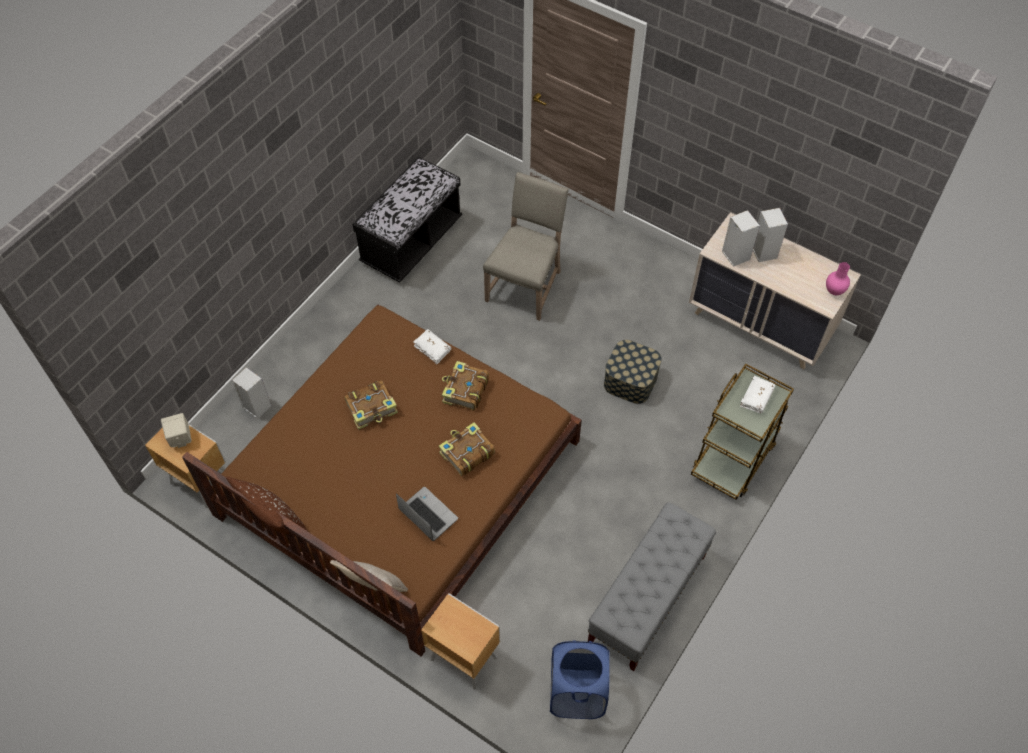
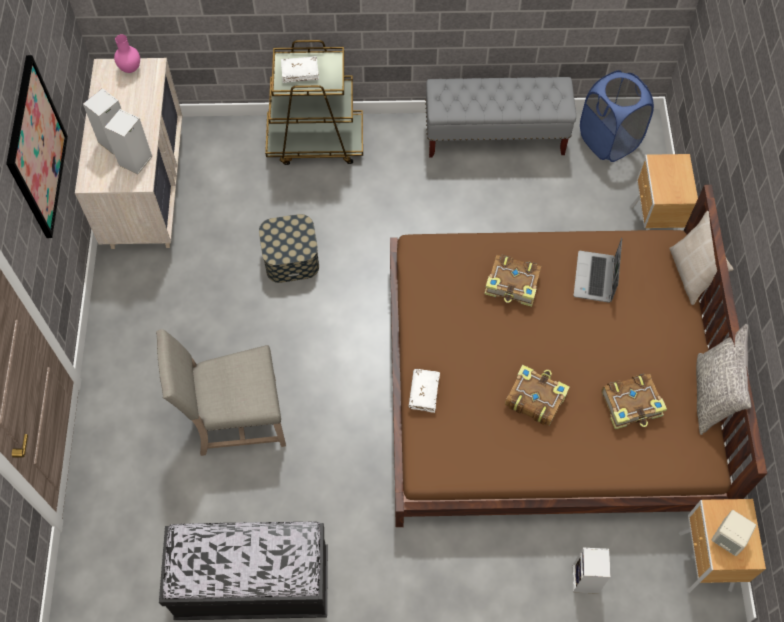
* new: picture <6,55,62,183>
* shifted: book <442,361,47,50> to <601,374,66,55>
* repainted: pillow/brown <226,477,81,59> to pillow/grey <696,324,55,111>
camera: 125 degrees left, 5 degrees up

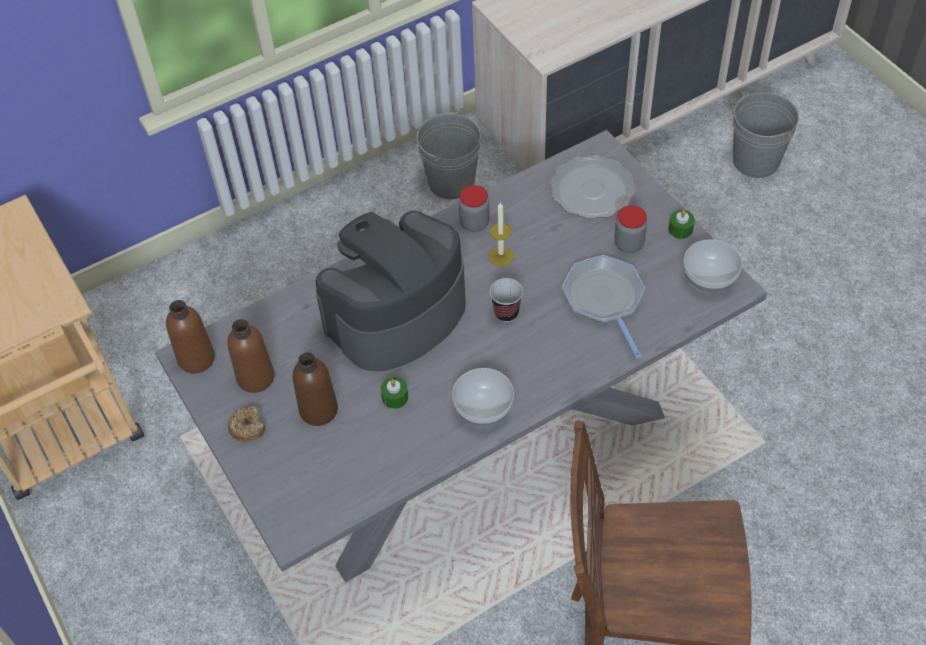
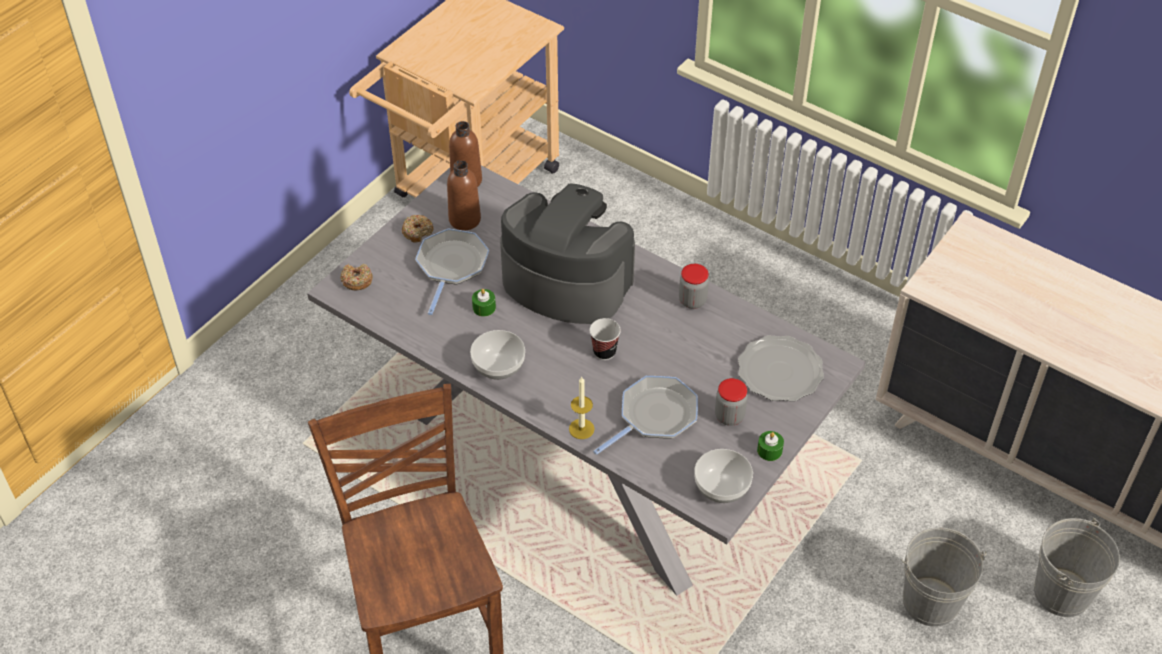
* new: donut <341,264,32,26>
* shifted: bucket/grey <416,109,65,90> to <901,527,86,100>
* shifted: candle <488,202,26,65> to <569,377,26,62>
* swapped: bottle/brown <293,352,45,74> to frying pan <415,228,74,87>
camera: 65 degrees right, 5 degrees down

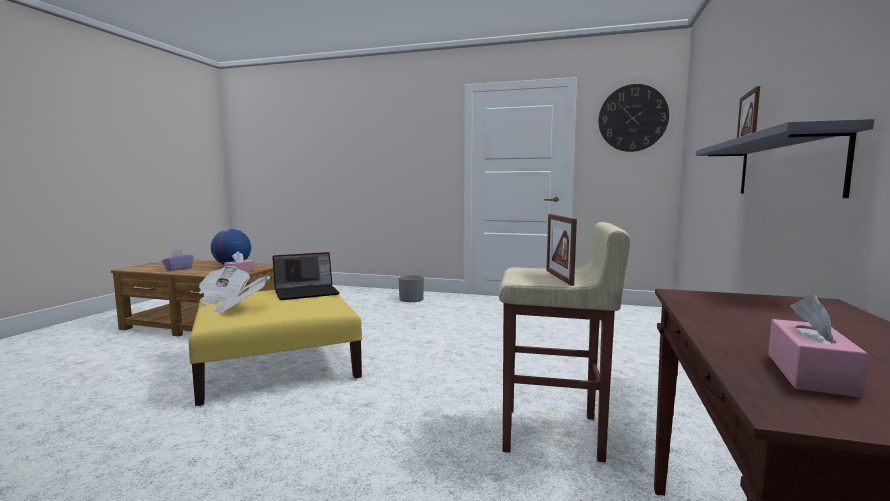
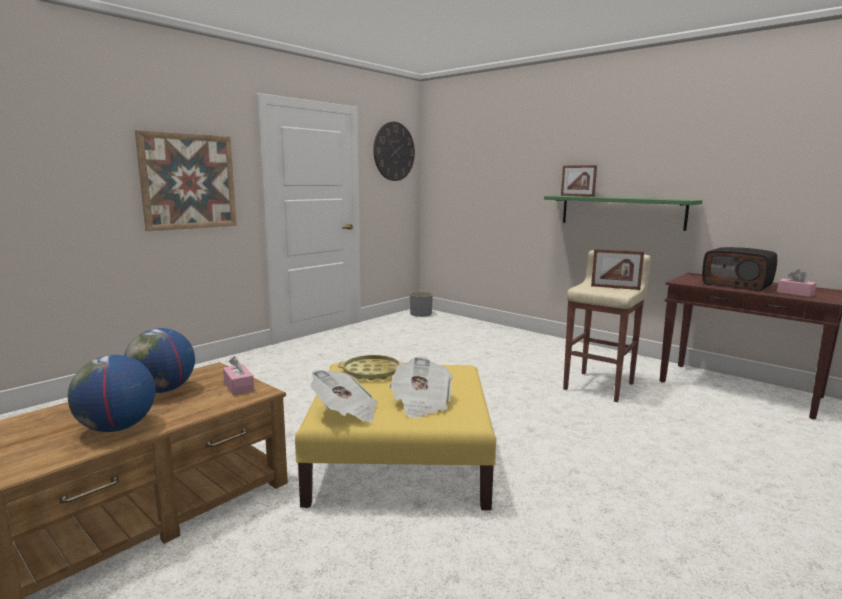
* new: picture <135,130,102,101>
* new: radio <702,247,75,45>
* shifted: planter/grey <399,275,25,27> to <410,292,23,25>
* swapped: tissue box/purple <162,249,32,22> to globe <67,355,89,77>
* swapped: laptop <272,252,68,48> to tray/yellow <338,355,67,25>
* repainted: shelf/grey <696,119,178,79> to shelf/green <544,196,159,35>
camera: 65 degrees left, 5 degrees up

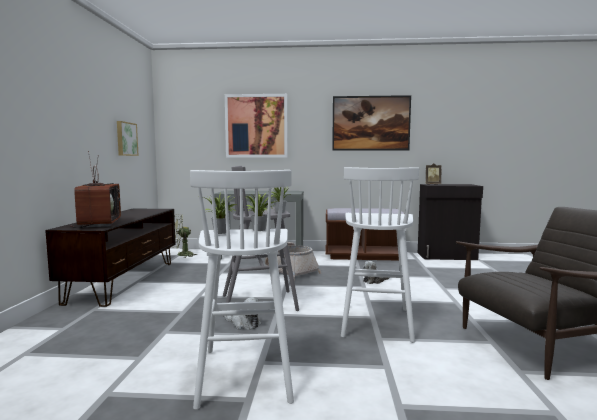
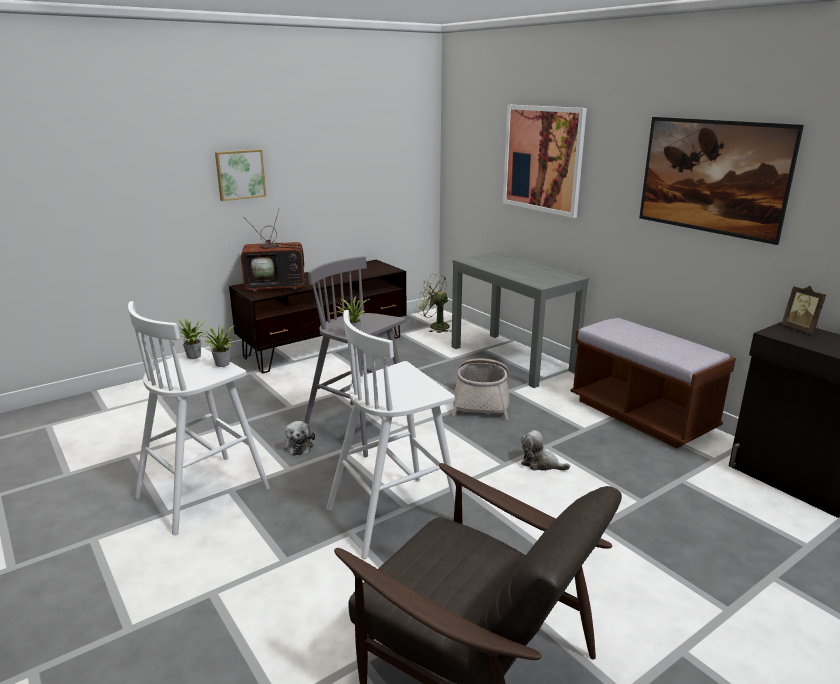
* shifted: picture <117,121,22,35> to <215,149,51,52>
* rotated: television <70,151,51,77> = <241,208,76,84> 45 degrees clockwise
camera: 50 degrees right, 15 degrees up

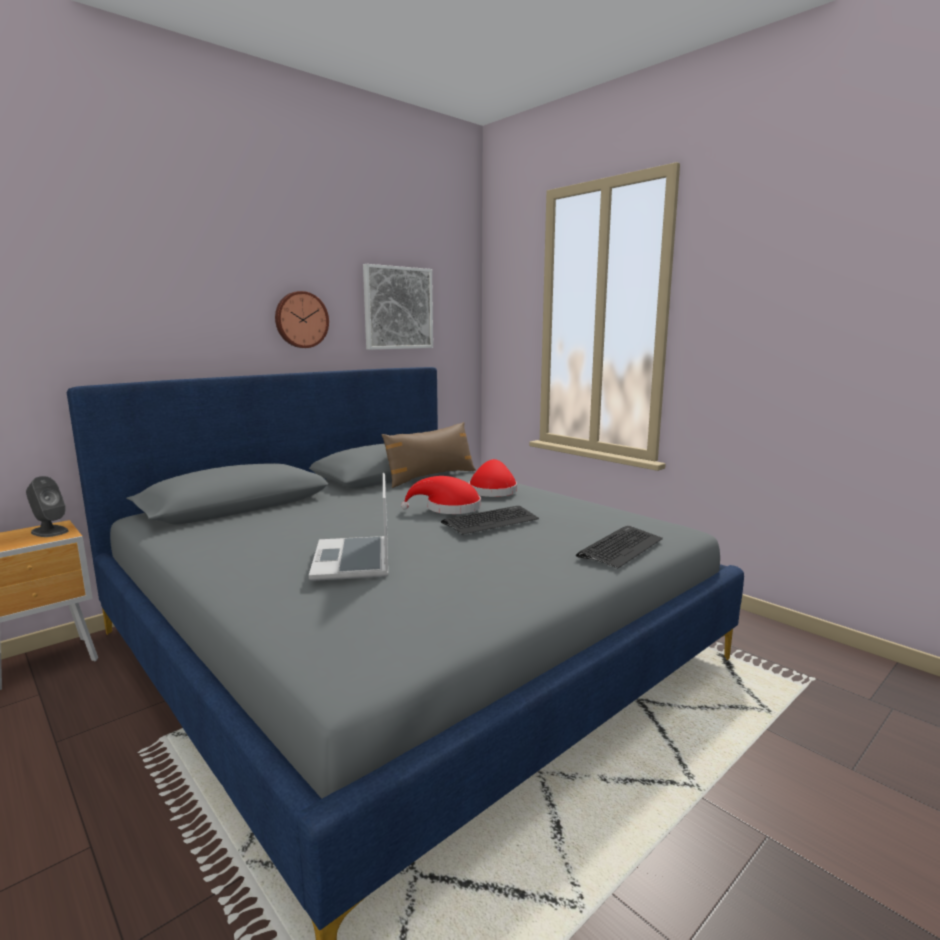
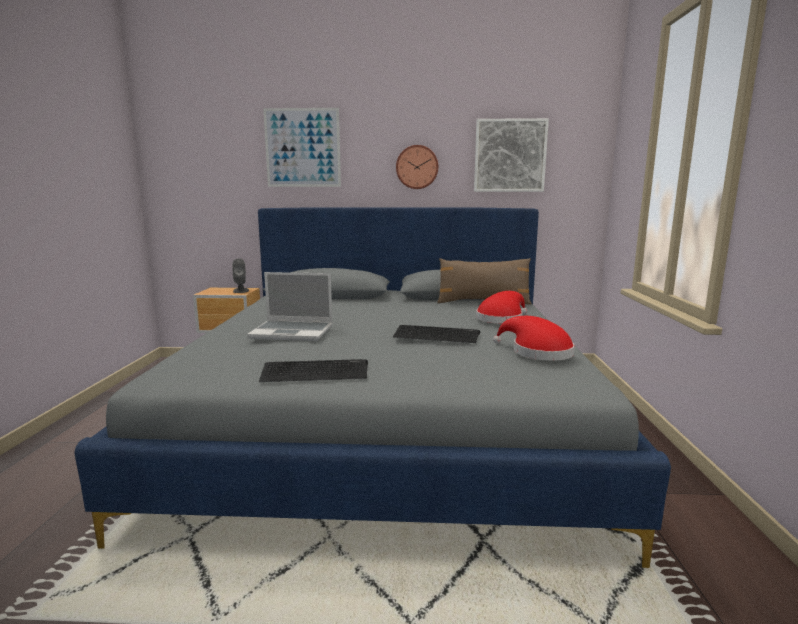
* new: picture <263,108,78,79>
* shifted: hat/red <401,476,80,38> to <493,316,82,45>
* shifted: keyboard <576,526,87,42> to <259,359,109,23>
* rotated: laptop <309,473,79,108> = <247,272,86,69> 120 degrees counterclockwise
camera: 45 degrees right, 0 degrees up

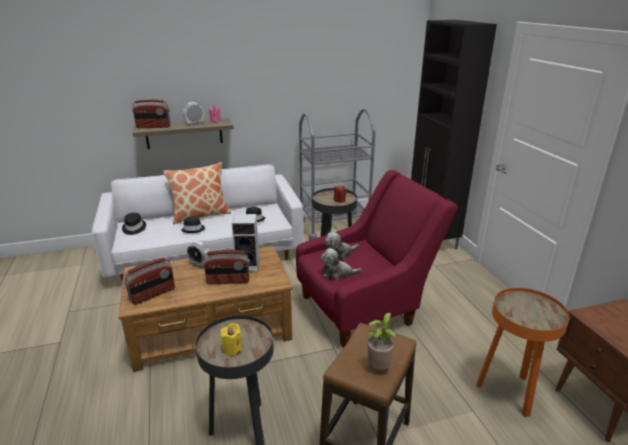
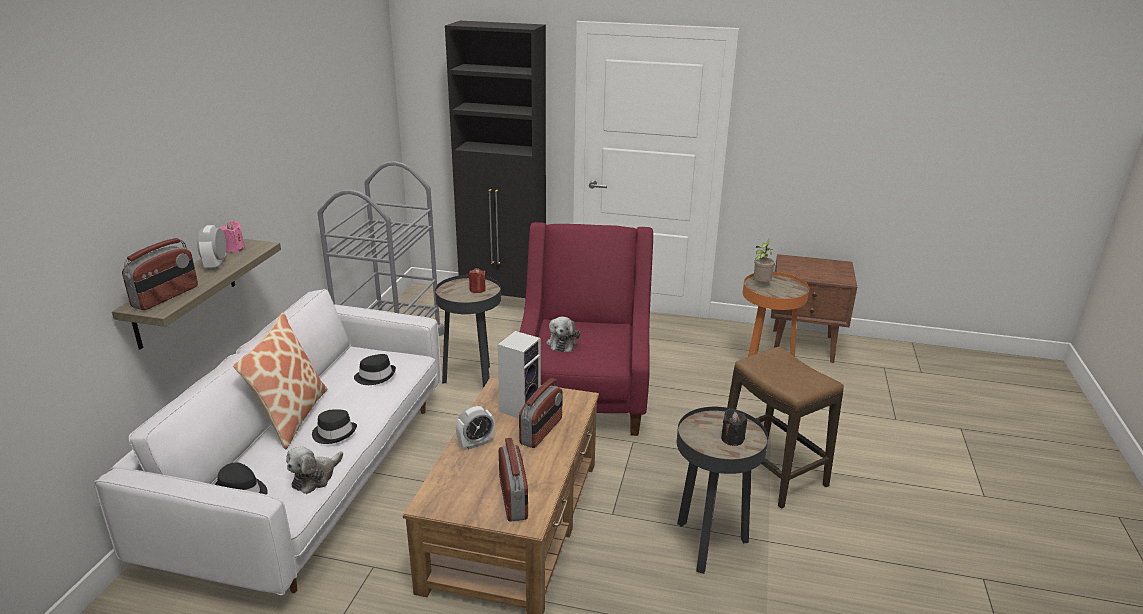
* shifted: plush toy <320,248,42,32> to <286,447,57,47>
* shifted: potted plant <367,313,30,57> to <753,239,22,43>
* repainted: candle/yellow <221,323,21,33> to candle/black <721,408,26,38>
camera: 60 degrees left, 0 degrees up

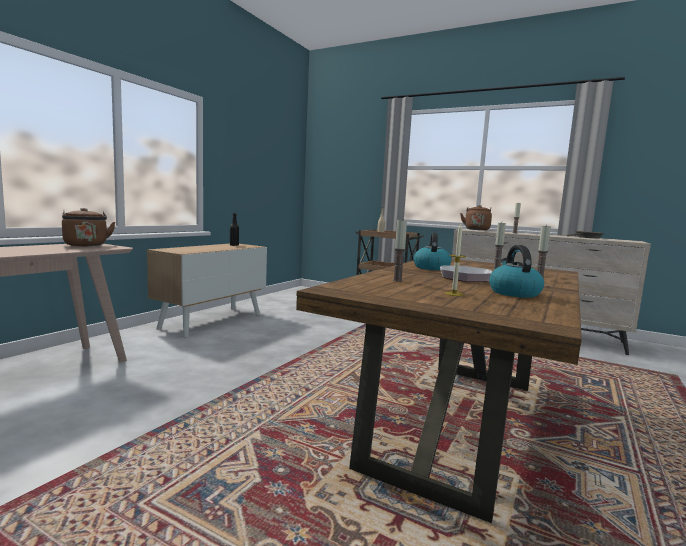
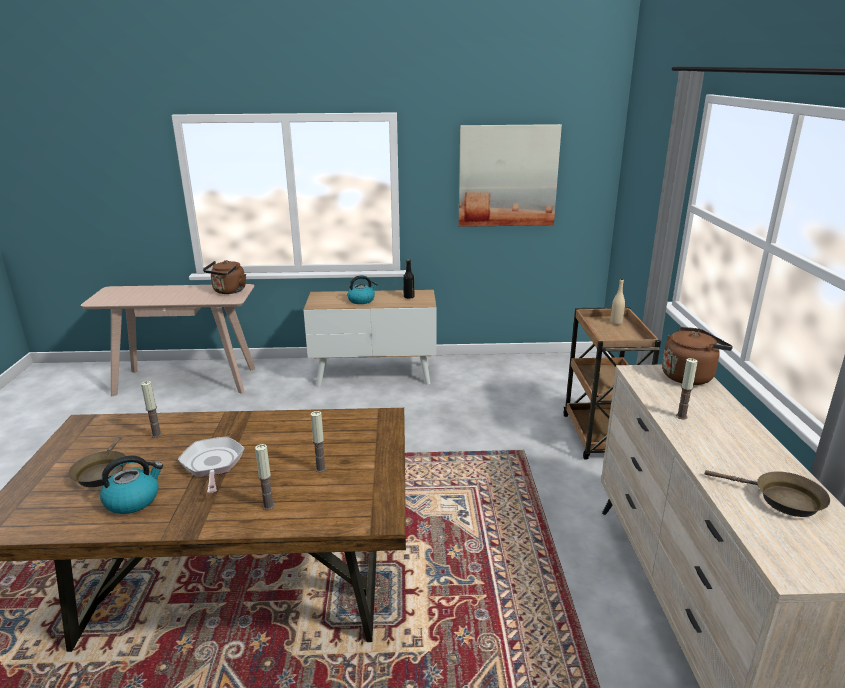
* new: picture <458,124,104,103>
* shifted: kettle <413,233,39,37> to <347,275,31,29>
* swapped: candle <444,224,22,72> to frying pan/brown <68,435,58,52>
camera: 60 degrees right, 15 degrees up

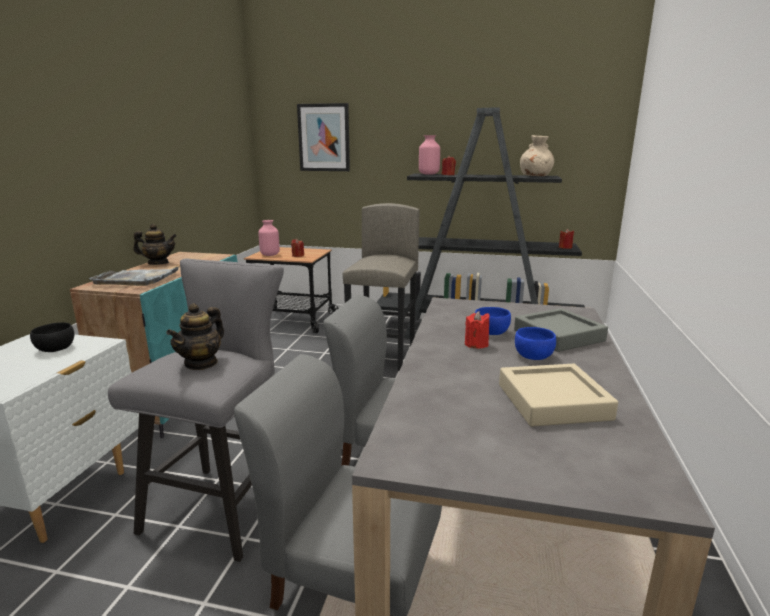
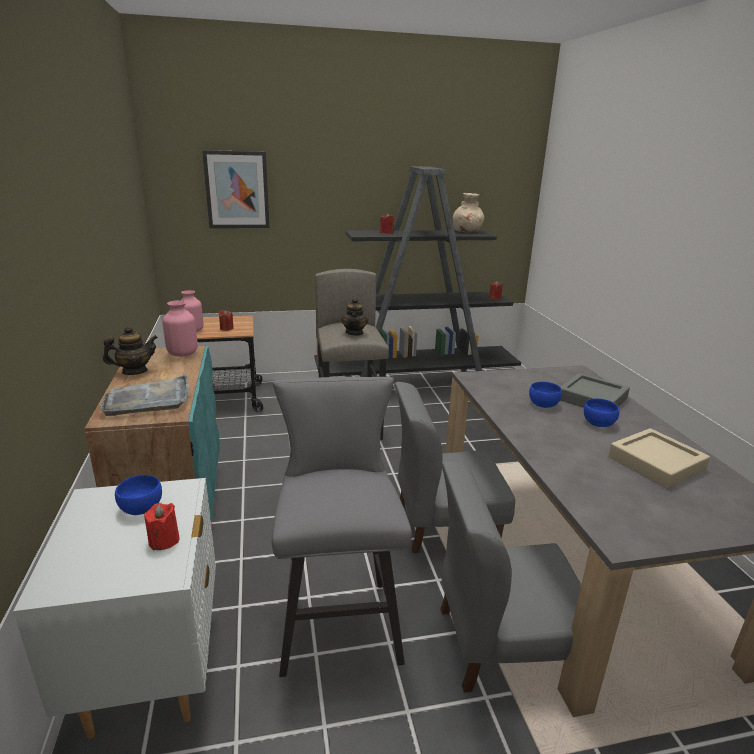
* shifted: teapot <166,303,58,67> to <341,298,27,38>
* shifted: vase/pink <419,135,21,40> to <163,300,35,57>
* shifted: candle/red <465,311,25,38> to <144,503,36,48>
* repainted: bowl/black <30,322,44,30> to bowl/blue <115,475,47,40>
camera: 25 degrees left, 5 degrees up

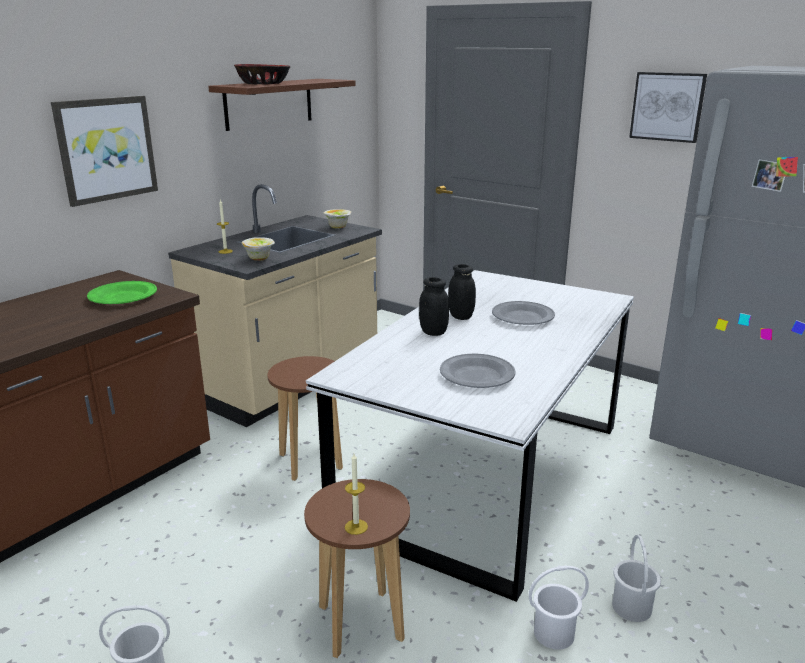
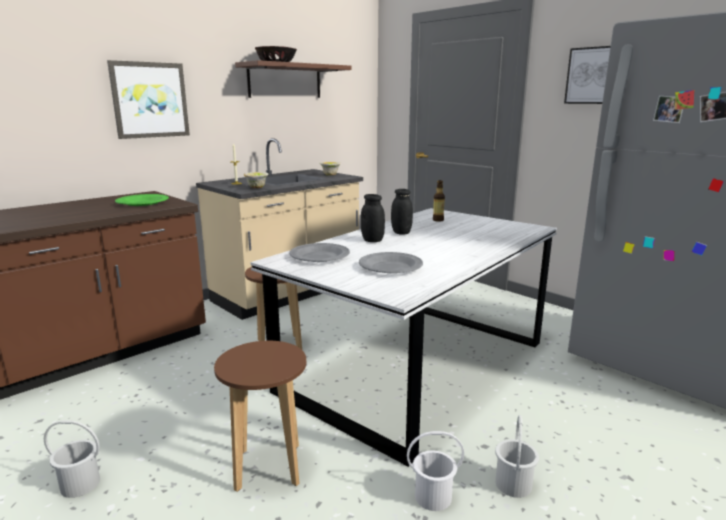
* gone: candle <345,454,23,81>
* new: bottle <433,180,12,42>
* shifted: plate/grey <492,301,63,24> to <289,243,61,19>
camera: 10 degrees right, 5 degrees down

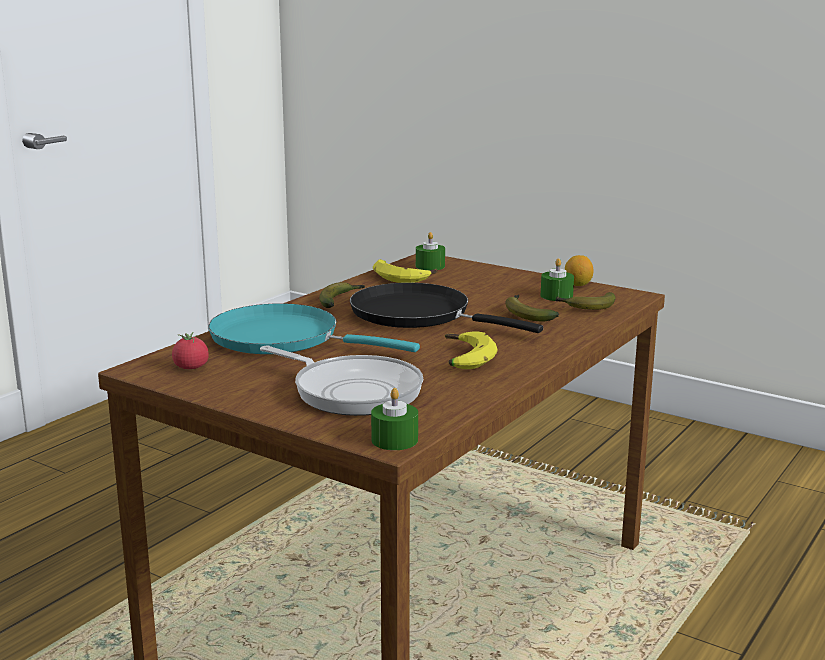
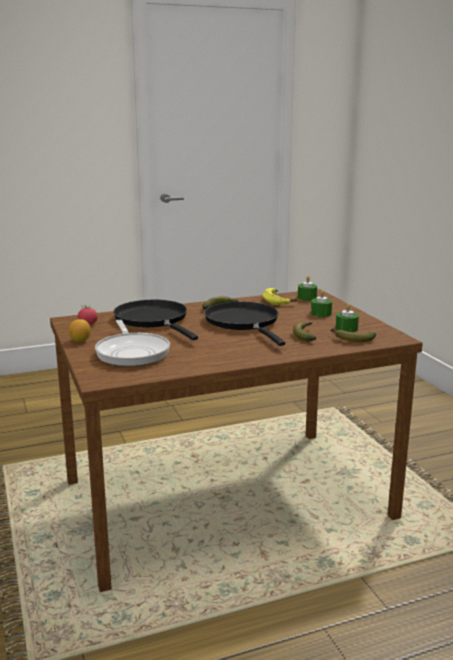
* gone: banana <445,332,53,37>
* shifted: candle/green <371,388,47,62> to <311,290,21,27>
* shifted: lemon <565,255,29,31> to <69,319,22,23>
* repainted: frying pan/turquoise <208,303,212,51> to frying pan/black <113,300,85,40>
camera: 35 degrees right, 0 degrees up

